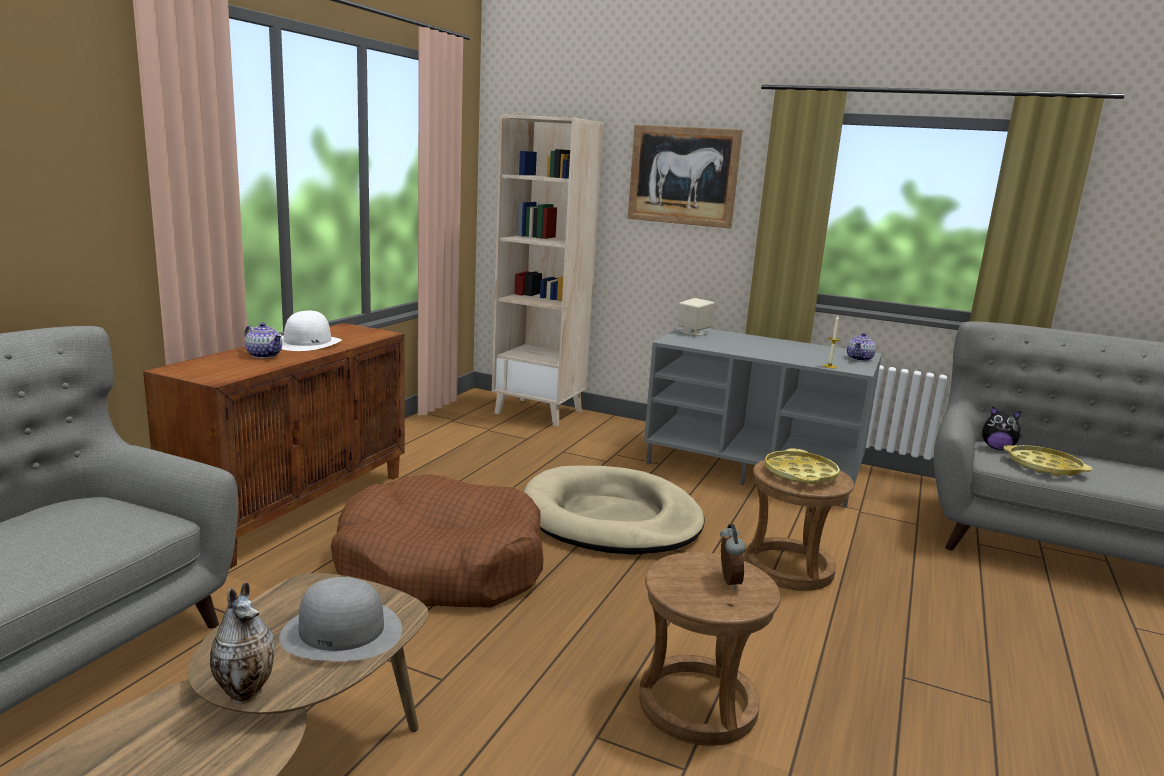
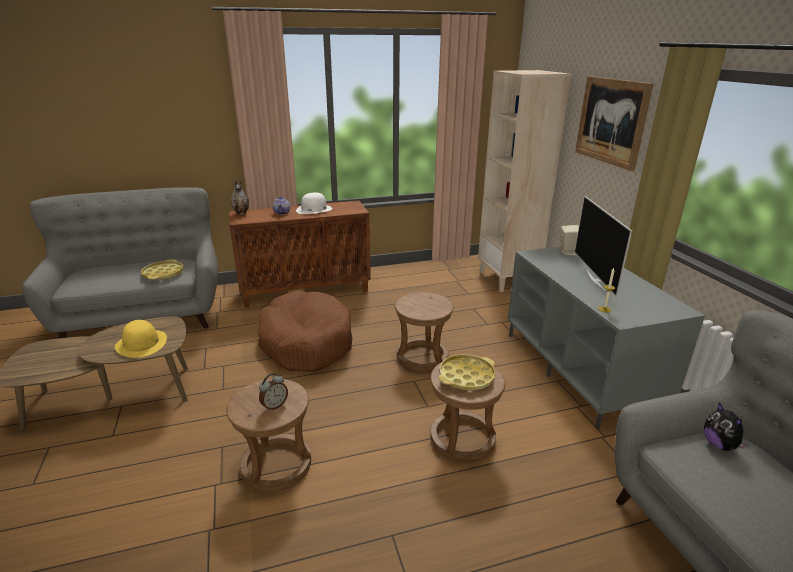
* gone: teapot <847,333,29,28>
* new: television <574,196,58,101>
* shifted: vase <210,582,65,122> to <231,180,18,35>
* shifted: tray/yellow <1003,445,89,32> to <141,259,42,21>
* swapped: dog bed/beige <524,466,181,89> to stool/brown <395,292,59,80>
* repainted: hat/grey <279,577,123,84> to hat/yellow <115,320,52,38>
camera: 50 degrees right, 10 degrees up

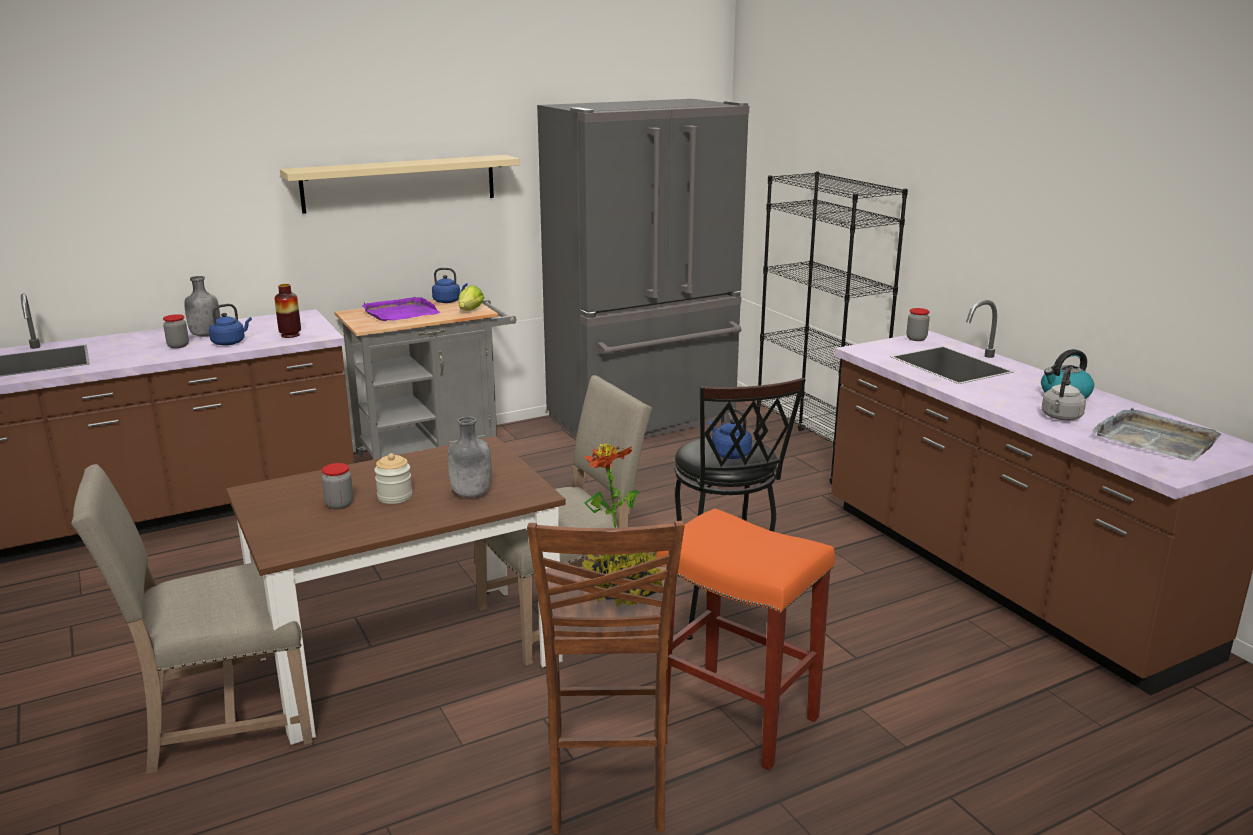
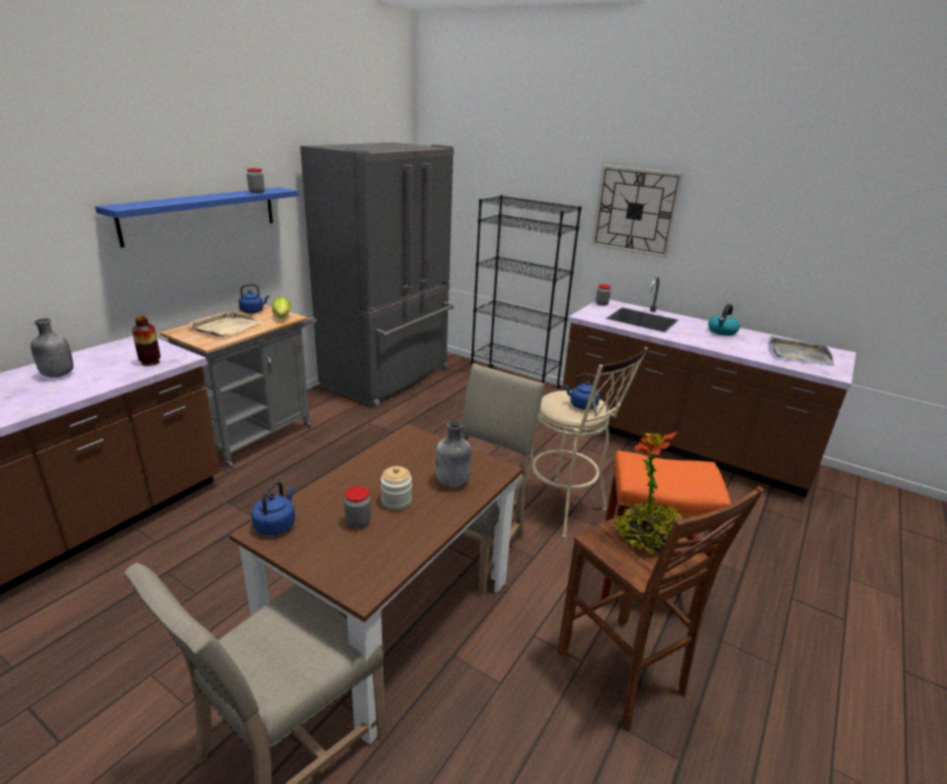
* gone: kettle/grey <1042,368,44,52>
* new: wall clock <592,165,91,93>
* shifted: jar <163,314,26,34> to <247,168,18,25>
* shifted: kettle/blue <209,304,43,41> to <251,481,44,54>
* repainted: shelf/beige <280,155,240,59> to shelf/blue <95,187,204,60>
* repainted: tray/purple <362,297,79,24> to tray/beige <188,311,73,26>
* repainted: stool/black <675,378,131,262> to stool/beige <513,347,135,191>
camera: 30 degrees left, 5 degrees up

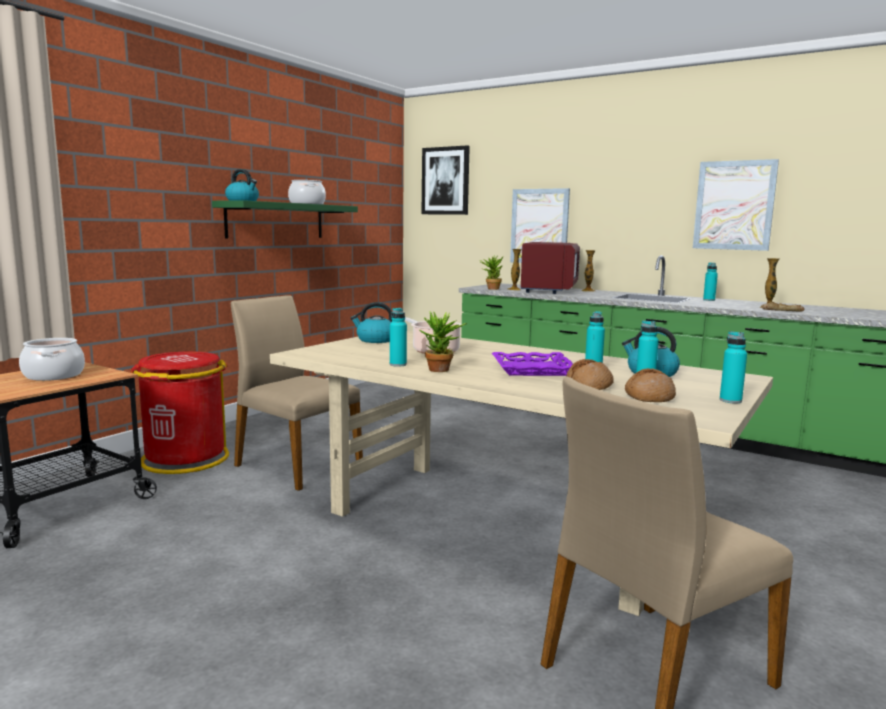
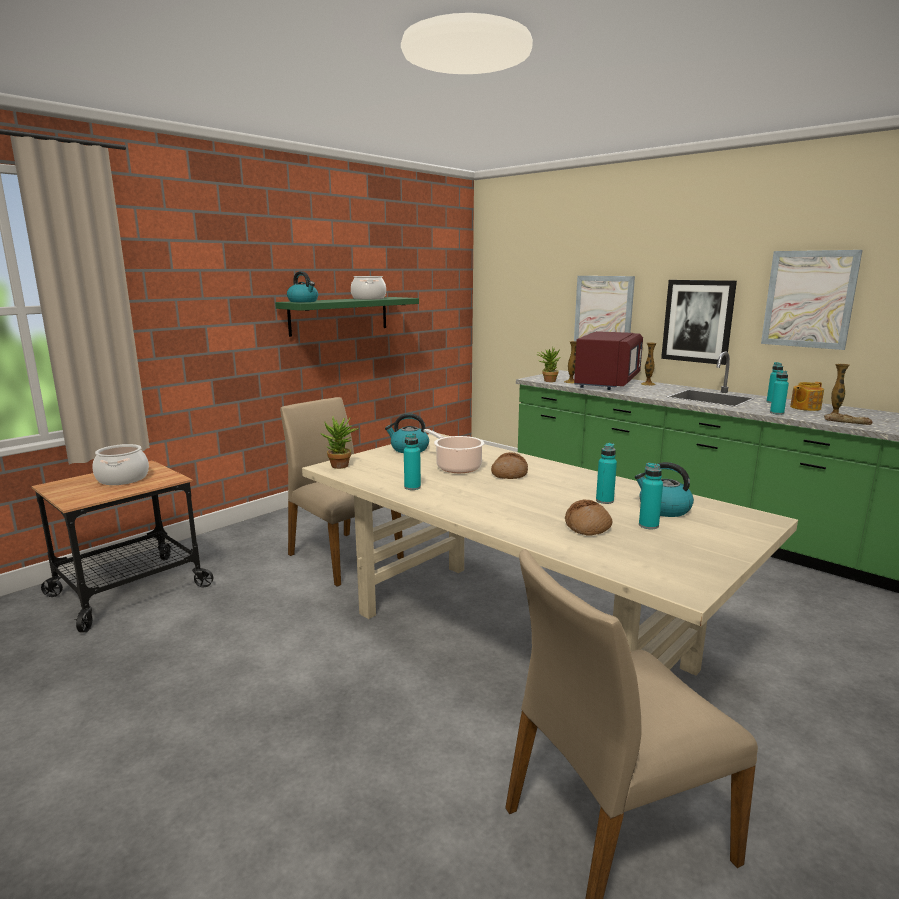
* gone: trash can/red <130,351,99,123>
* gone: tray/purple <492,352,81,24>
* new: teapot <790,382,34,29>
* shifted: potted plant <420,311,47,61> to <320,416,39,53>
* shifted: picture <422,145,48,70> to <661,280,76,85>
* shifted: bread <625,368,51,34> to <491,452,37,27>
* shifted: bottle/turquoise <720,331,27,72> to <770,370,19,45>
camera: 10 degrees right, 5 degrees up

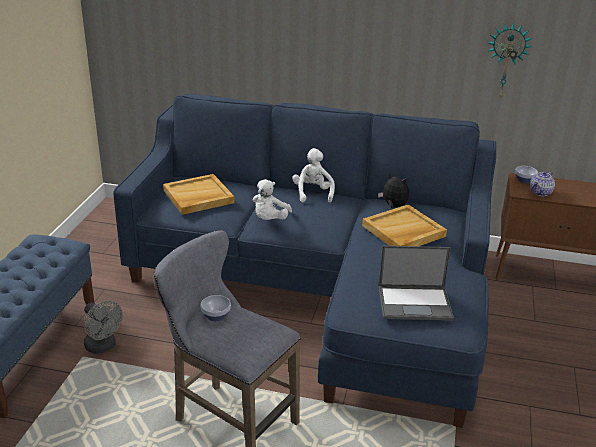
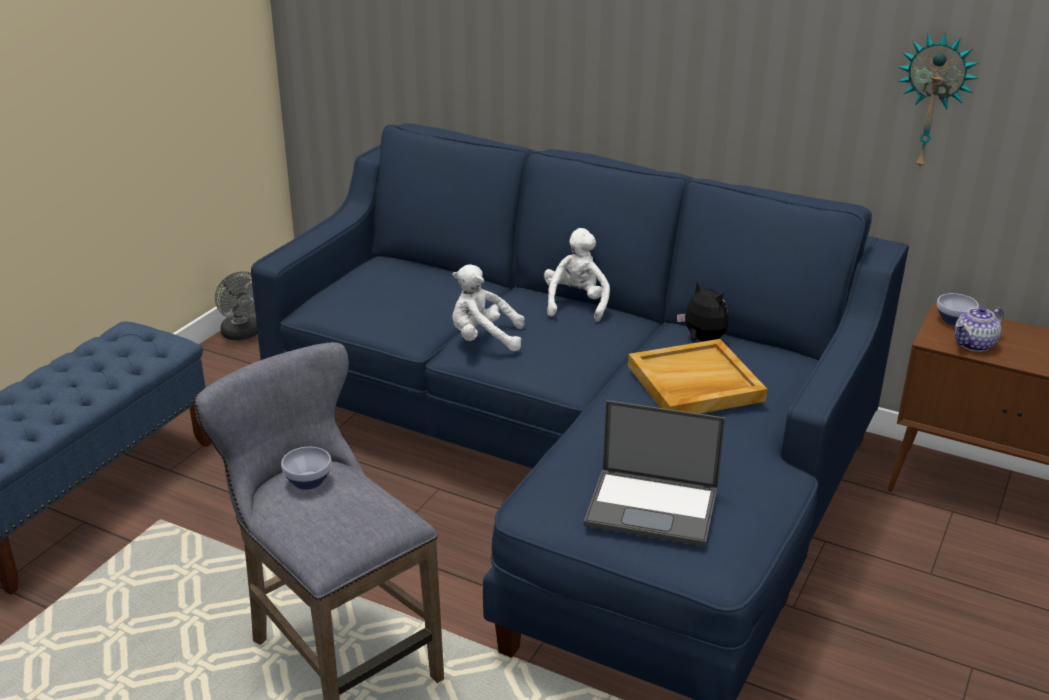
* gone: tray/beige <163,174,71,41>
* shifted: fan/grey <84,301,39,53> to <215,271,43,69>
* rotated: plush toy/white <253,179,39,41> = <452,264,73,87> 60 degrees clockwise
camera: 15 degrees right, 0 degrees up

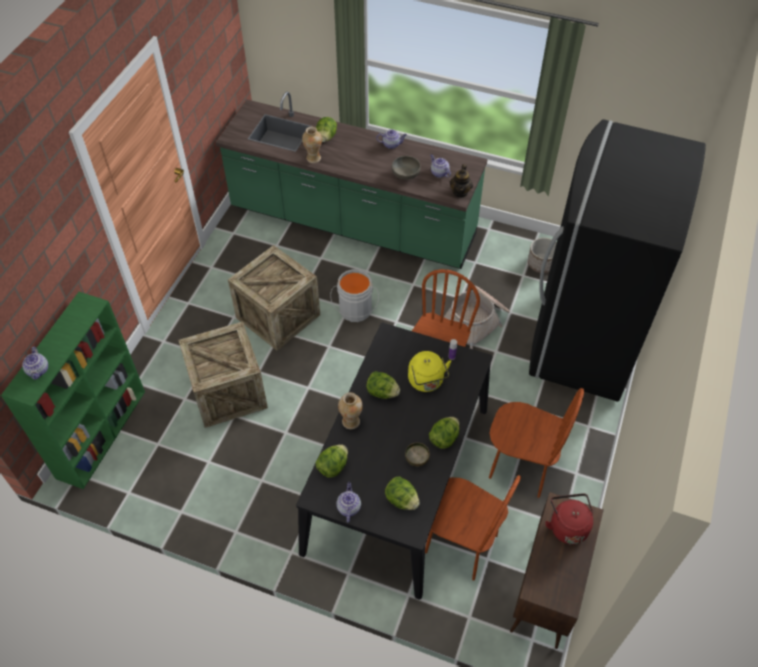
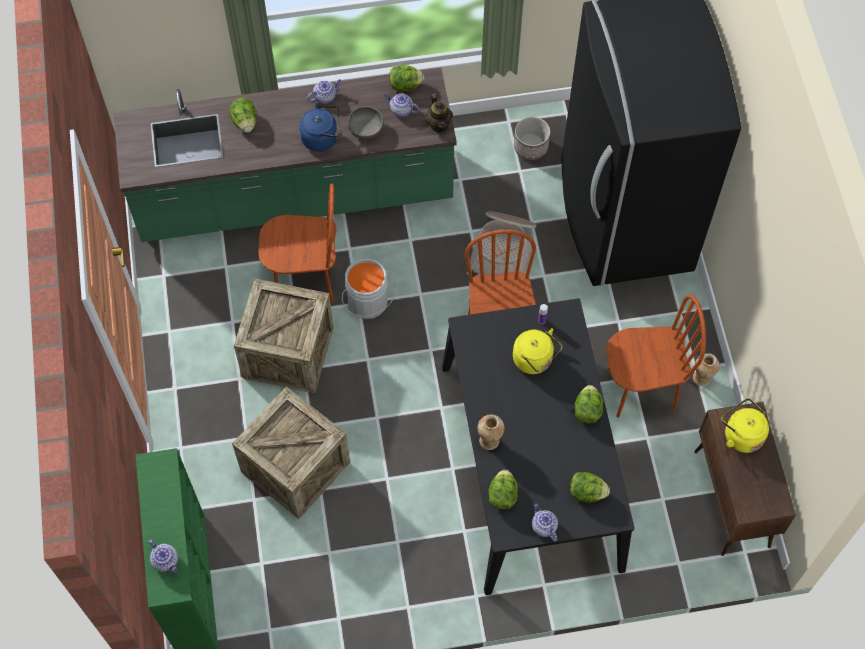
* gone: bowl <405,443,25,23>
* new: kettle/blue <299,103,41,49>
* shifted: vase <302,127,20,36> to <693,353,27,33>
* shifted: lettuce <366,371,34,28> to <389,65,35,26>
* shifted: chair/brown <425,475,96,106> to <258,183,79,121>
* repainted: kettle/red <545,493,48,52> to kettle/yellow <721,398,48,55>
camera: 30 degrees left, 10 degrees up

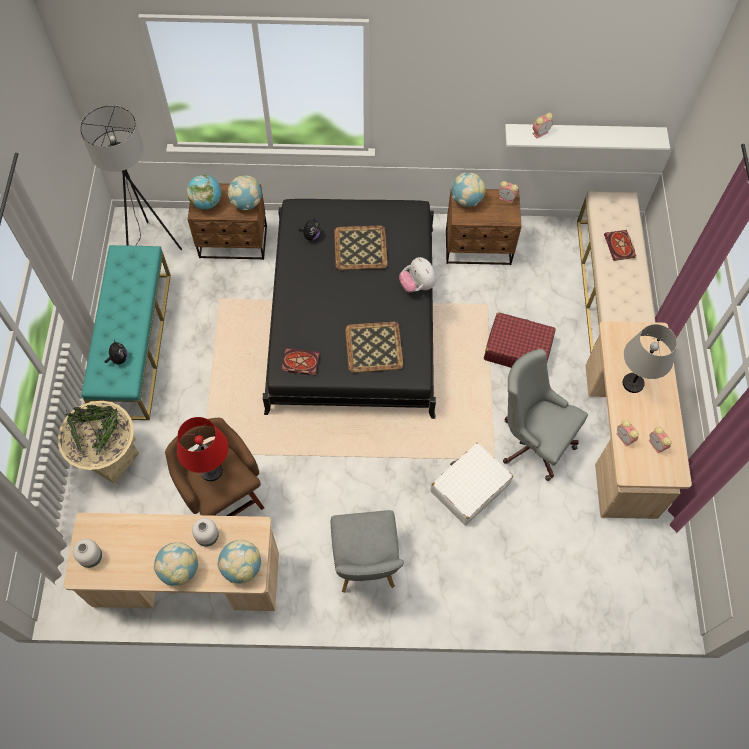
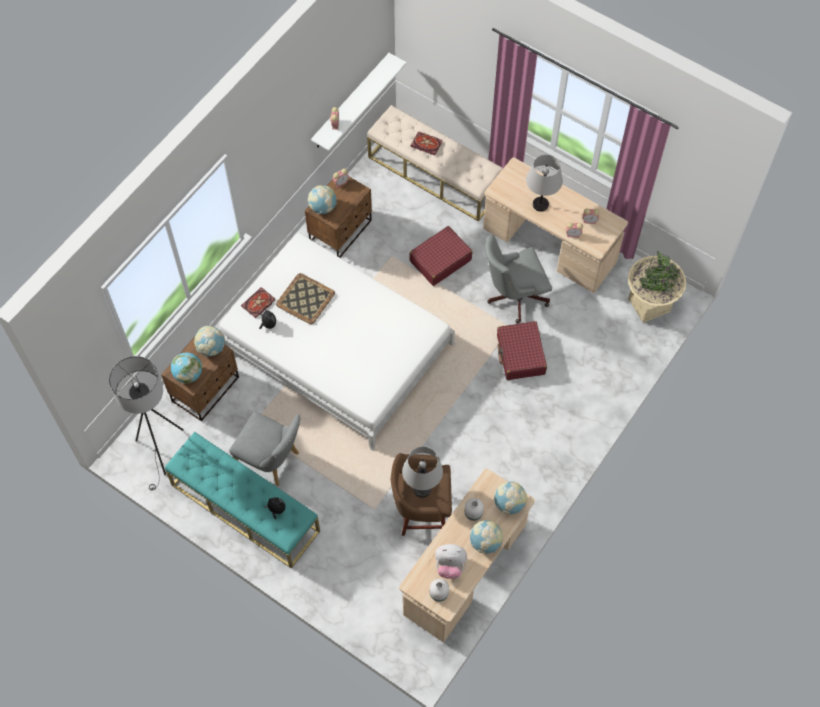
* gone: tray <345,322,59,51>
* shifted: planter/beige <58,401,81,83> to <628,251,58,72>
* shifted: book <281,348,39,27> to <241,287,34,31>
* shifted: chair/grey <331,510,73,83> to <229,412,72,74>
* shifted: plush toy <399,257,37,36> to <435,544,32,35>
* repainted: table lamp/red <177,417,51,64> to table lamp/grey <402,447,41,51>
* repainted: bed/black <262,199,174,220> to bed/white <219,233,237,218>
* repainted: suitcase/white <431,443,82,82> to suitcase/red <497,321,50,59>
camera: 55 degrees left, 0 degrees up

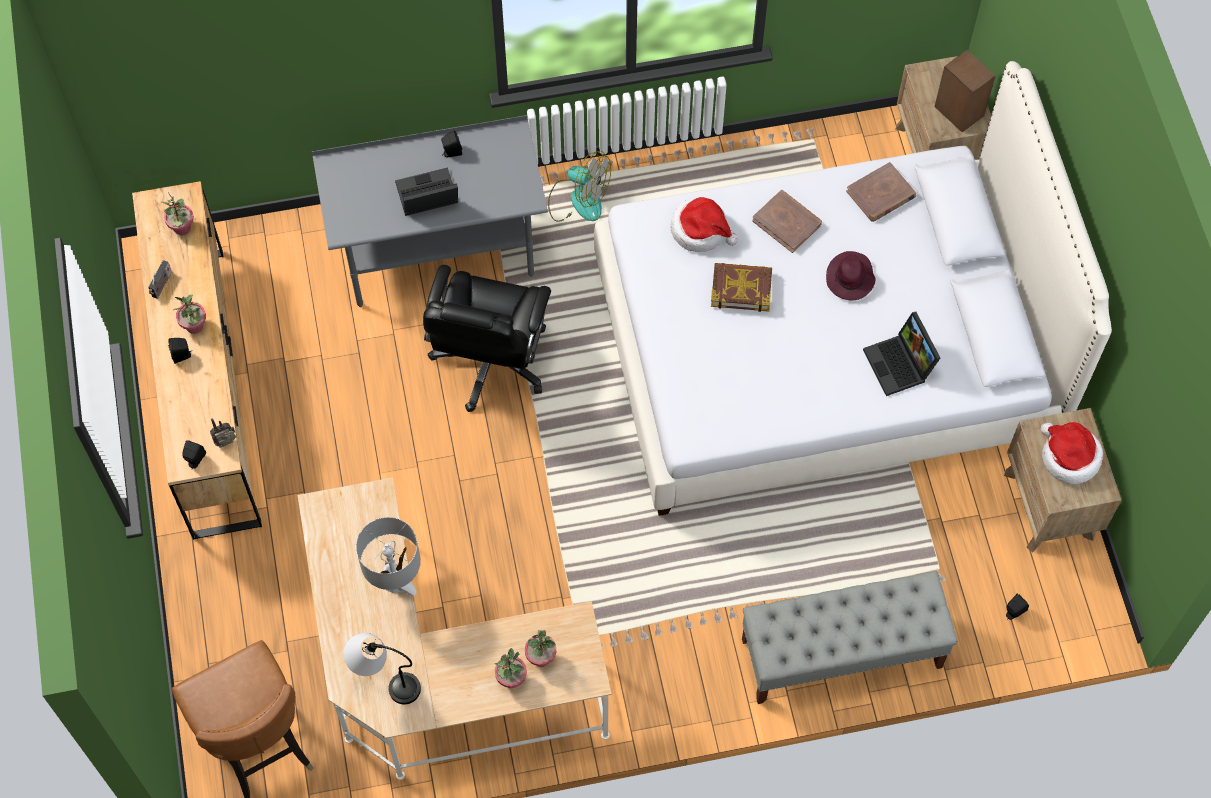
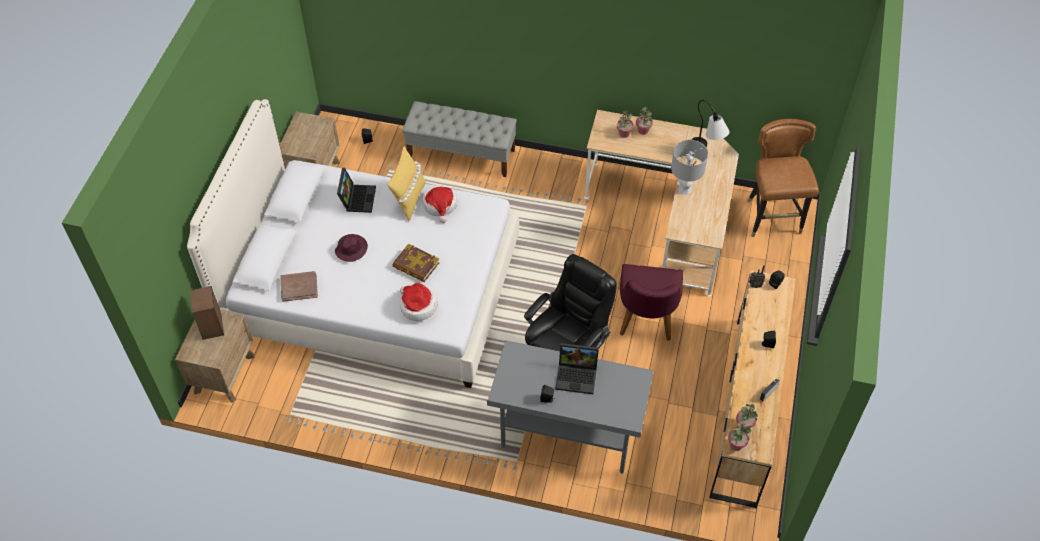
* gone: fan <548,151,63,71>
* gone: book/brown <752,190,70,63>
* new: pillow/yellow <388,146,38,75>
* new: chair/purple <620,264,63,77>
* shifted: potted plant <173,295,33,39> to <728,422,24,29>
* shifted: hat <1041,422,62,62> to <422,185,35,38>
camera: 155 degrees left, 10 degrees down

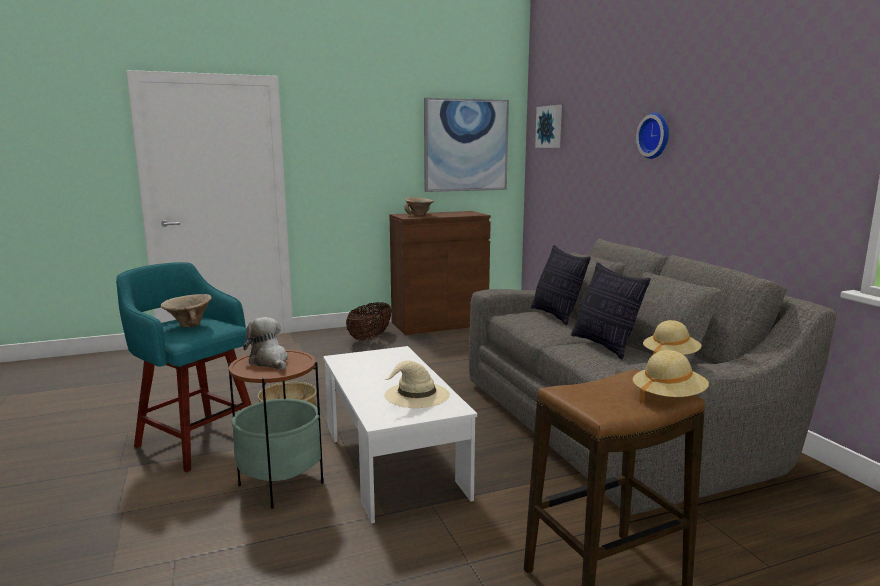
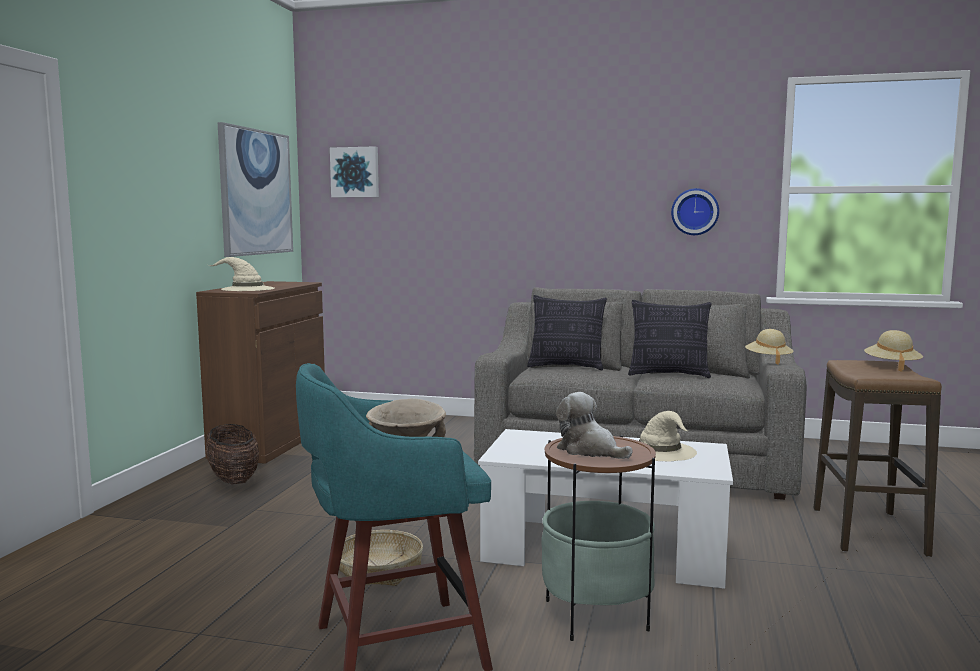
* shifted: wall clock <636,112,33,47> to <671,188,48,47>
* swapped: bowl/beige <405,197,29,19> to hat/beige <208,257,66,34>
* rotated: plush toy <243,317,45,53> = <556,392,77,67> 45 degrees clockwise
camera: 55 degrees left, 5 degrees down

